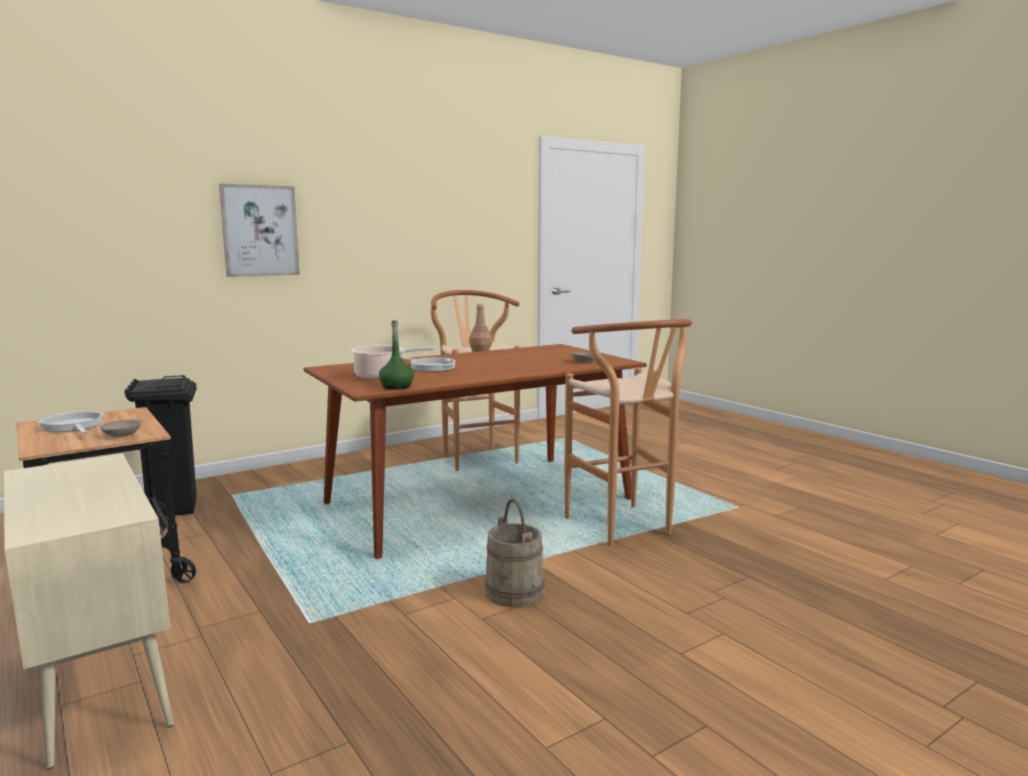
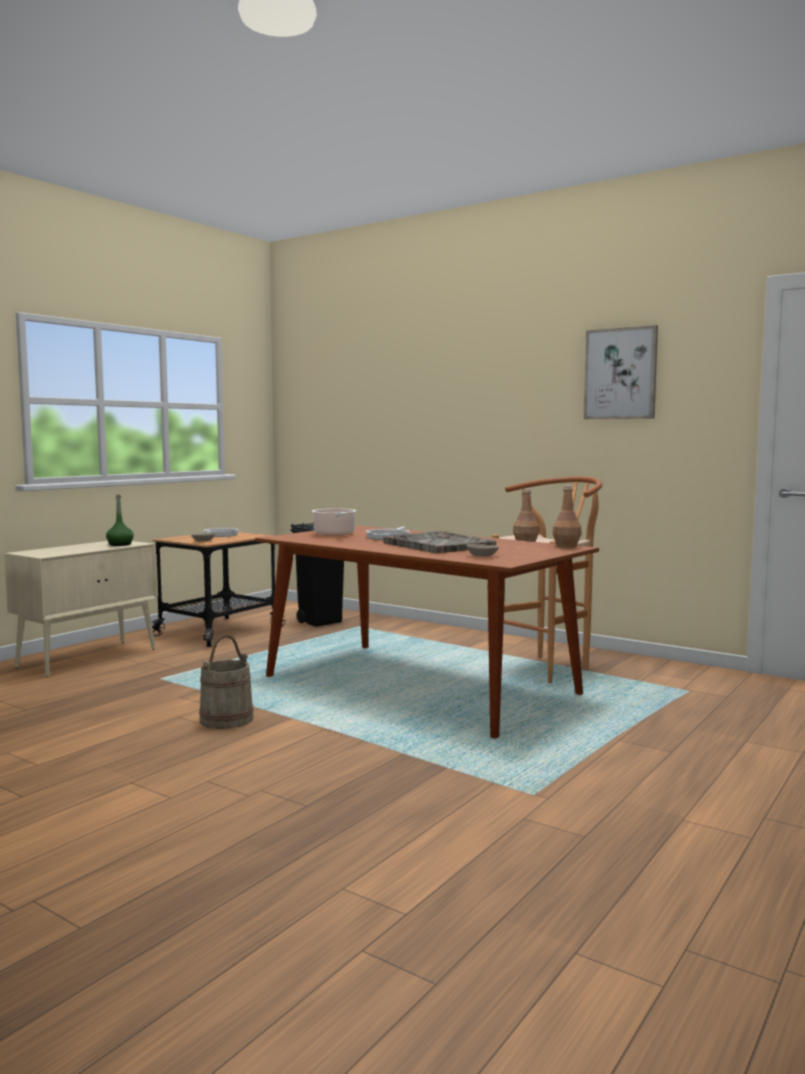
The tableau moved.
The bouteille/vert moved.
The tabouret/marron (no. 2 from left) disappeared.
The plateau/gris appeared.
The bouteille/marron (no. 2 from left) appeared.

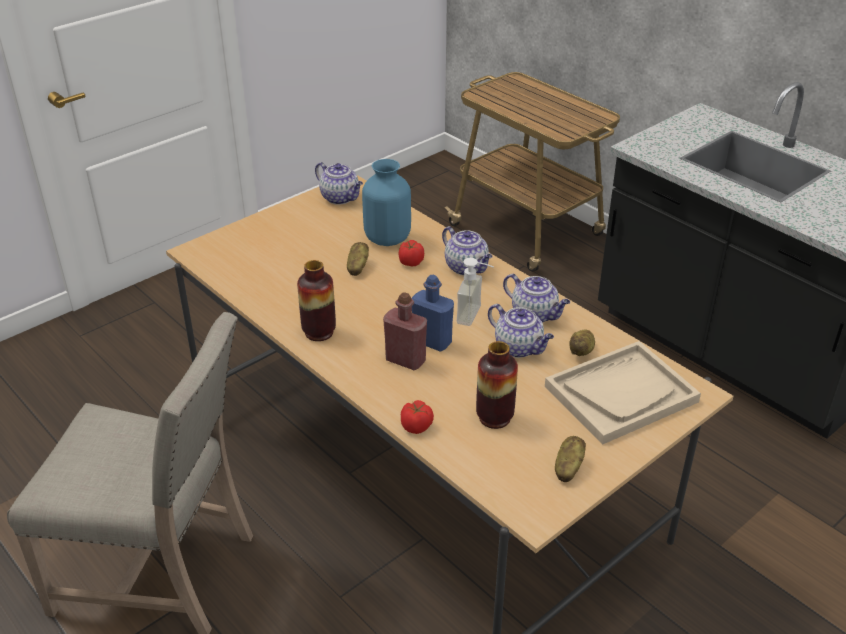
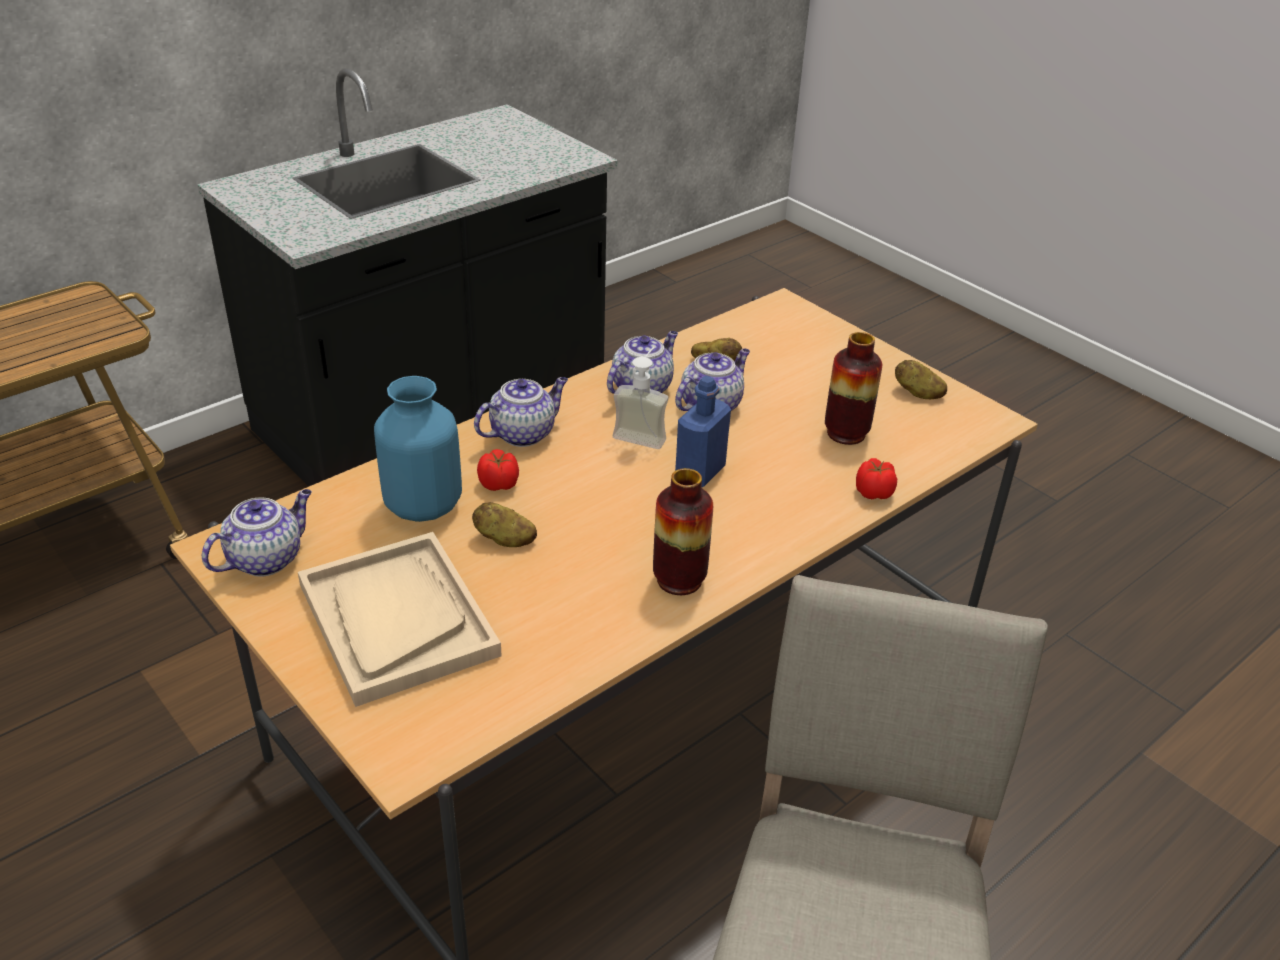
The bouteille/rouge disappeared.
The plateau/beige moved.

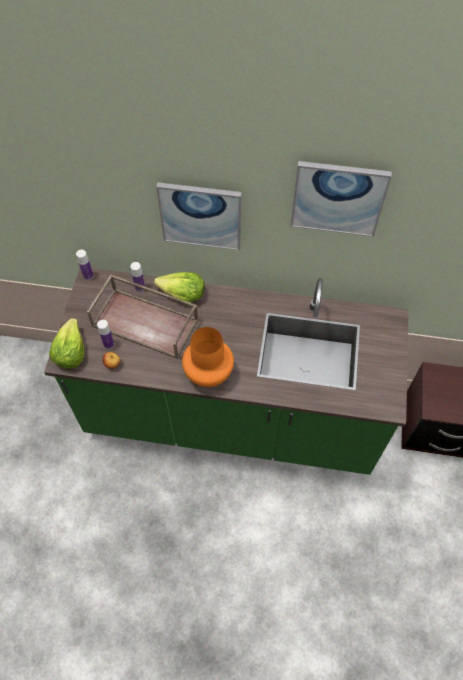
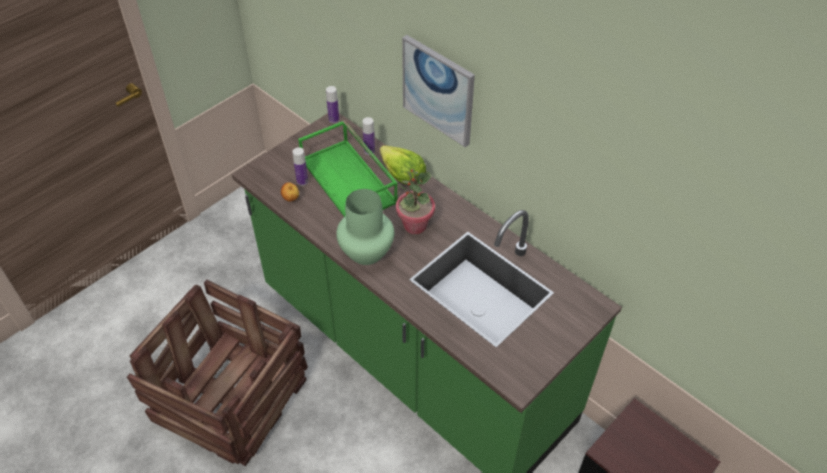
The laitue (no. 1 from left) disappeared.
The plateau/marron became the plateau/vert.
The vase/orange became the vase/vert.
The tableau (no. 2 from left) disappeared.
The caisse appeared.
The plante en pot appeared.

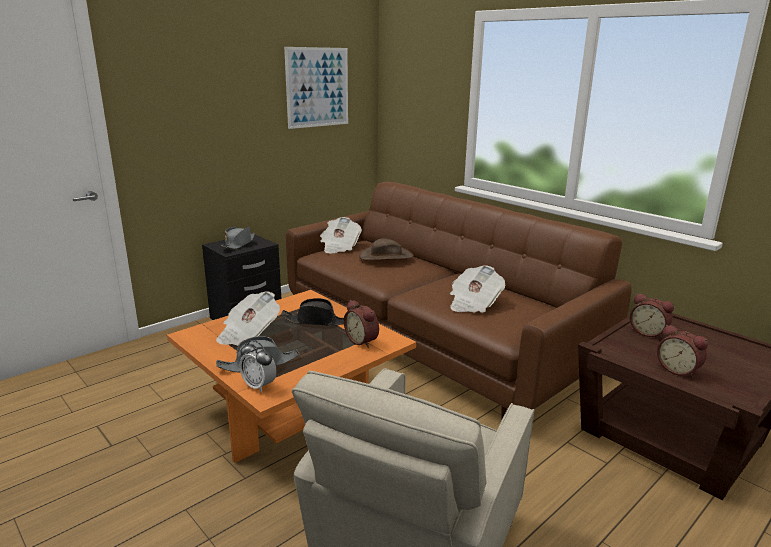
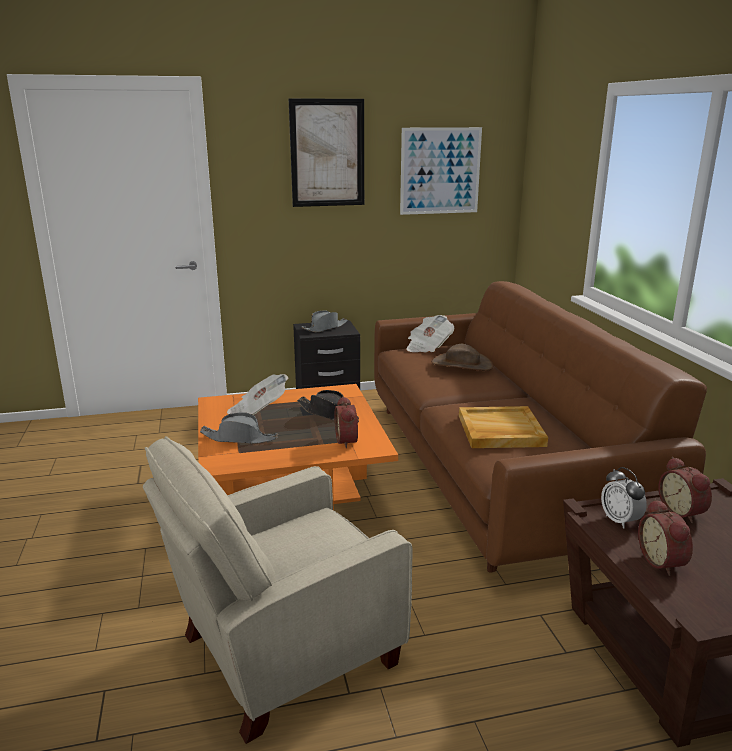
The réveil (no. 1 from left in the first image) moved.
The journal (no. 3 from left) was replaced by the plateau/beige.
The tableau (no. 1 from left) appeared.

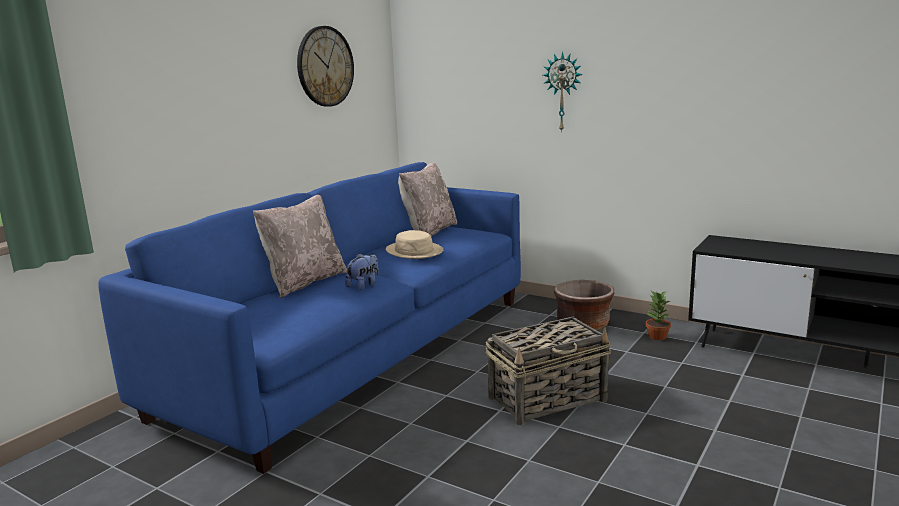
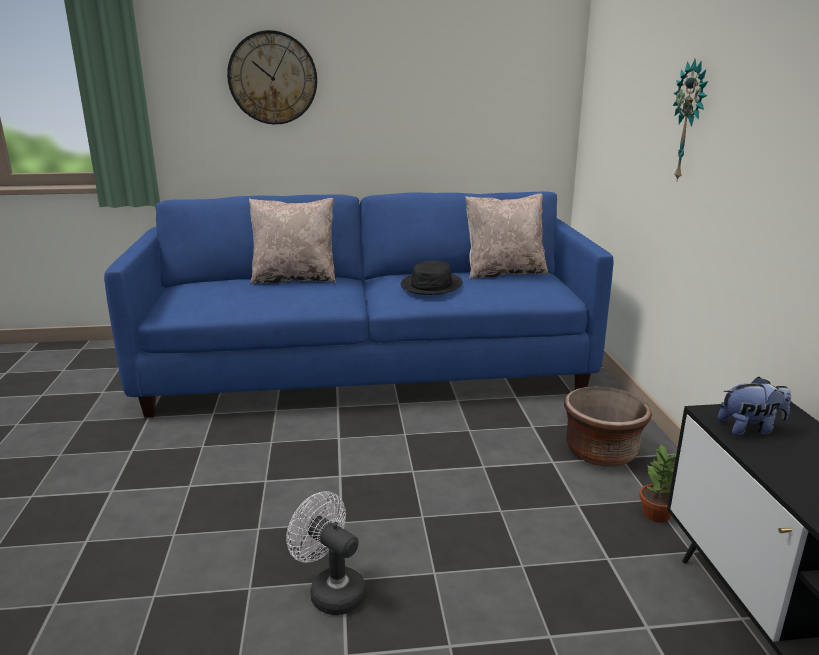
The horloge murale (no. 1 from left) moved.
The peluche moved.
The chapeau/beige became the chapeau/noir.
The panier disappeared.
The ventilateur/blanc appeared.

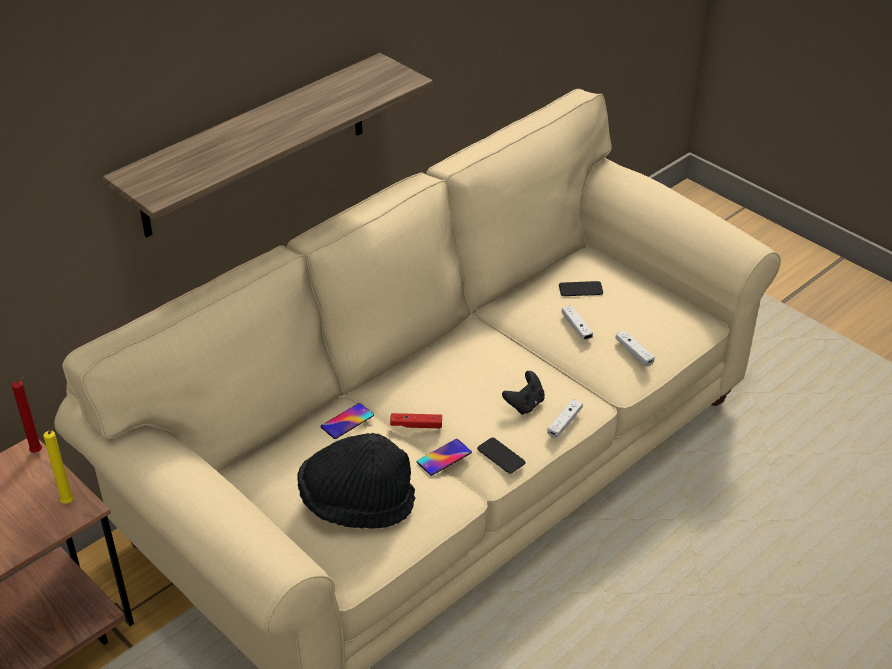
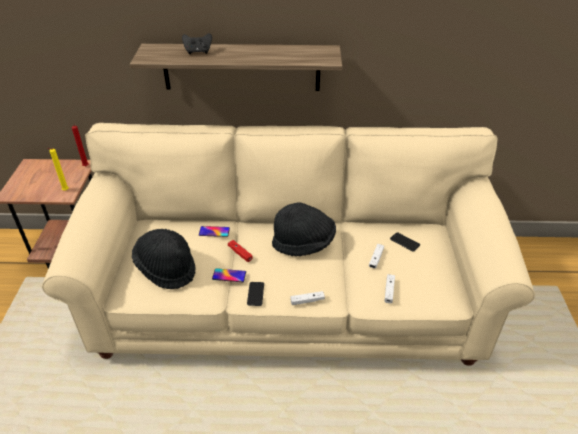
The manette/noir moved.
The chapeau/noir (no. 2 from left) appeared.

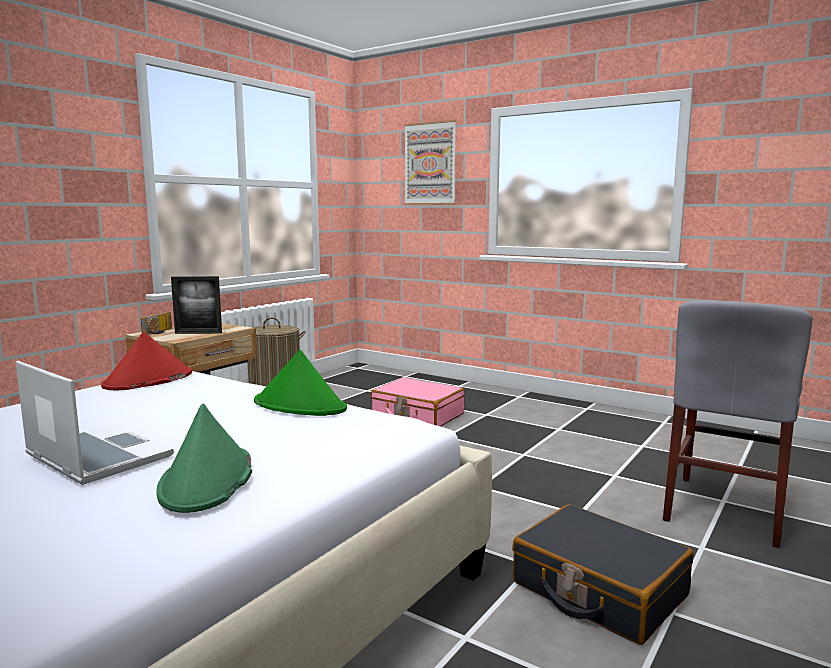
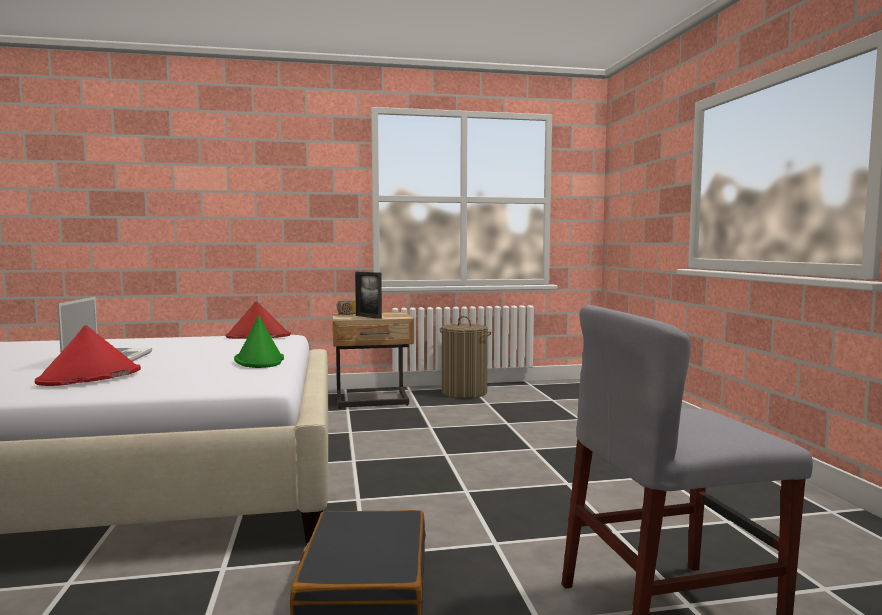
The chapeau/vert (no. 1 from left) became the chapeau/rouge (no. 1 from left).
The valise/rose disappeared.
The tableau disappeared.

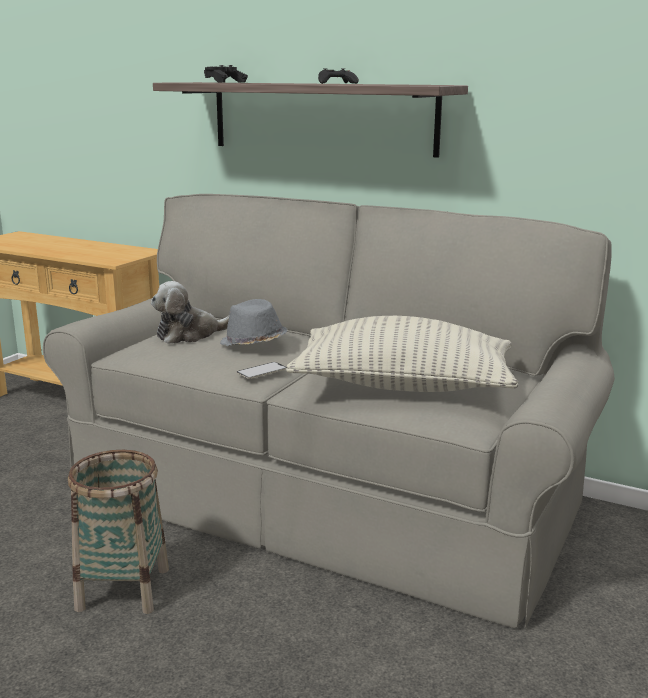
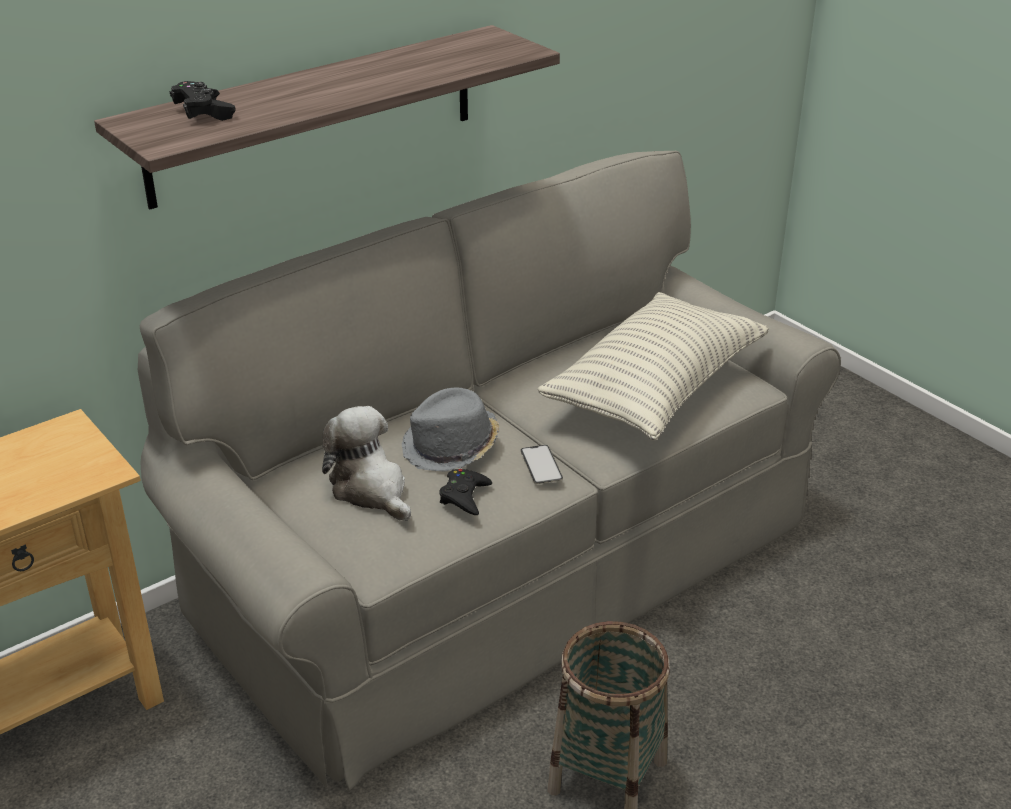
The peluche turned 150 degrees clockwise.
The manette/noir (no. 2 from left) moved.

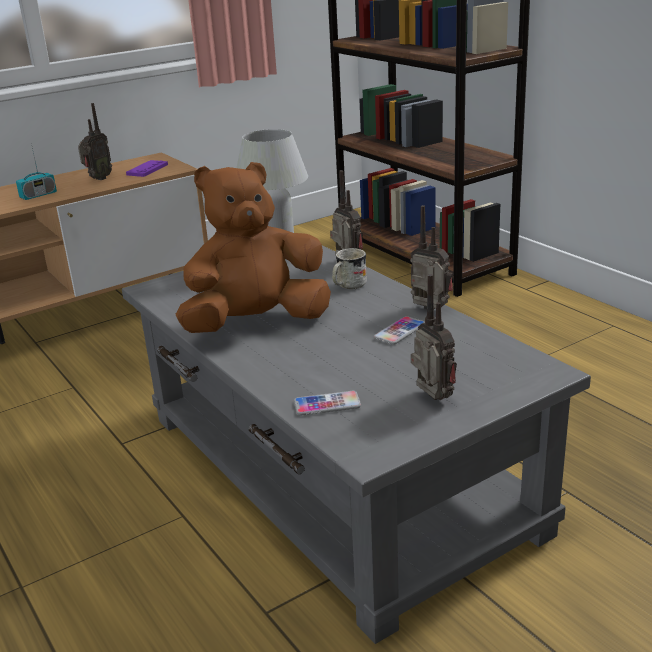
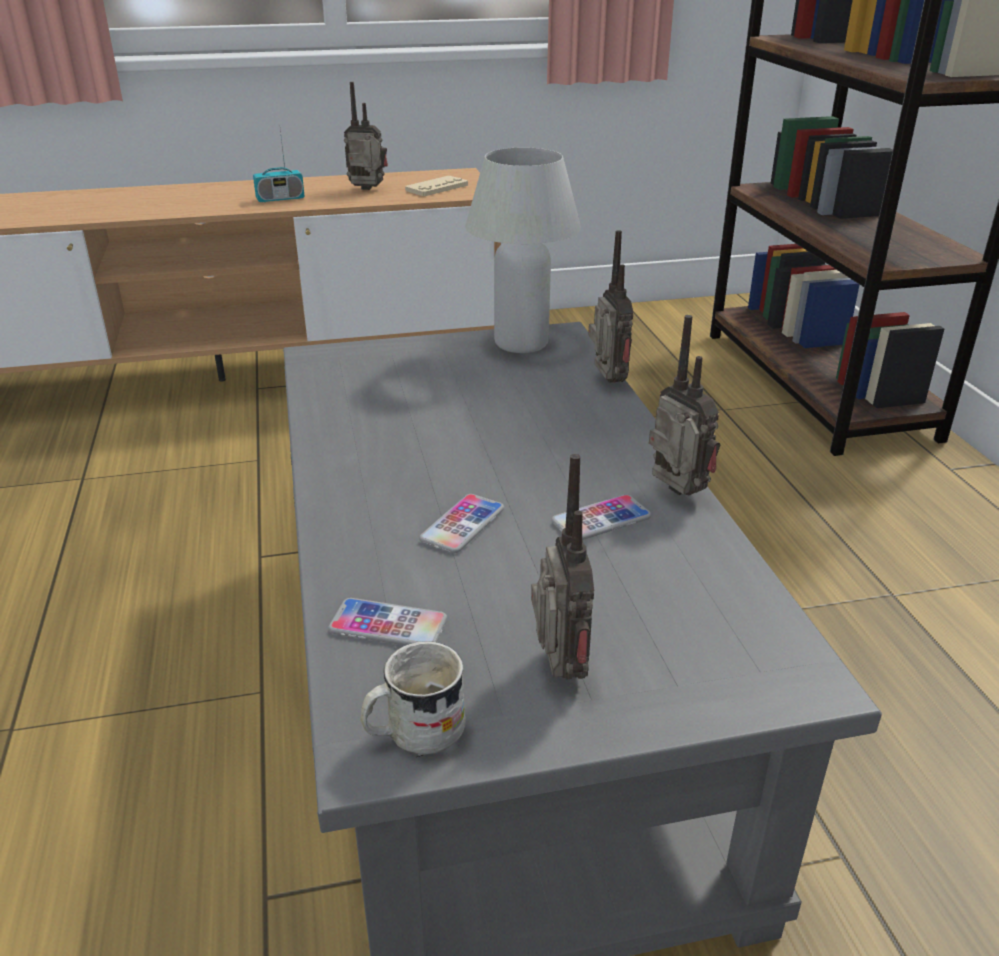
The radio (no. 2 from left) turned 135 degrees counterclockwise.
The manette/violet became the manette/beige.
The peluche/marron disappeared.
The mug/blanc moved.
The téléphone (no. 2 from left) appeared.

